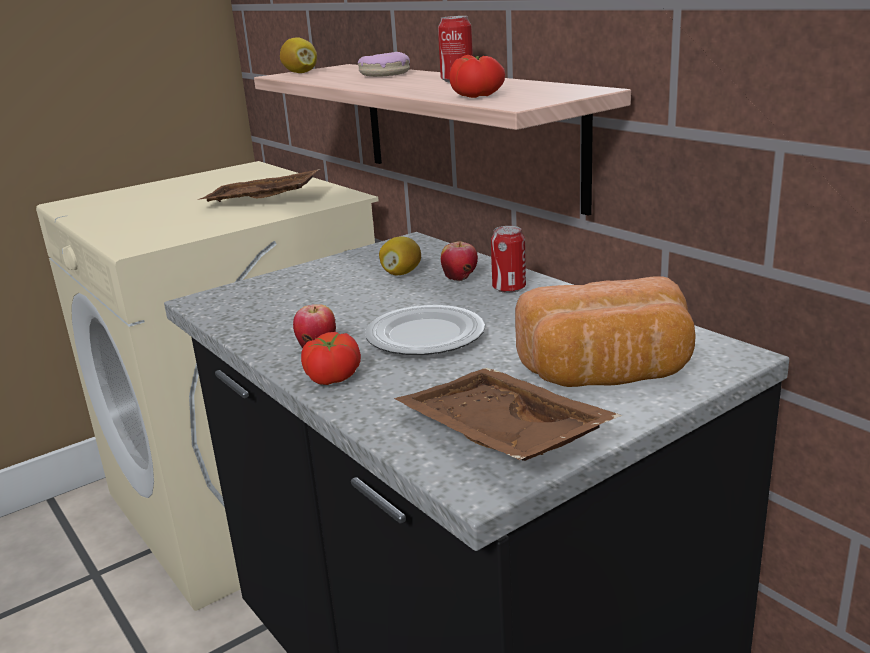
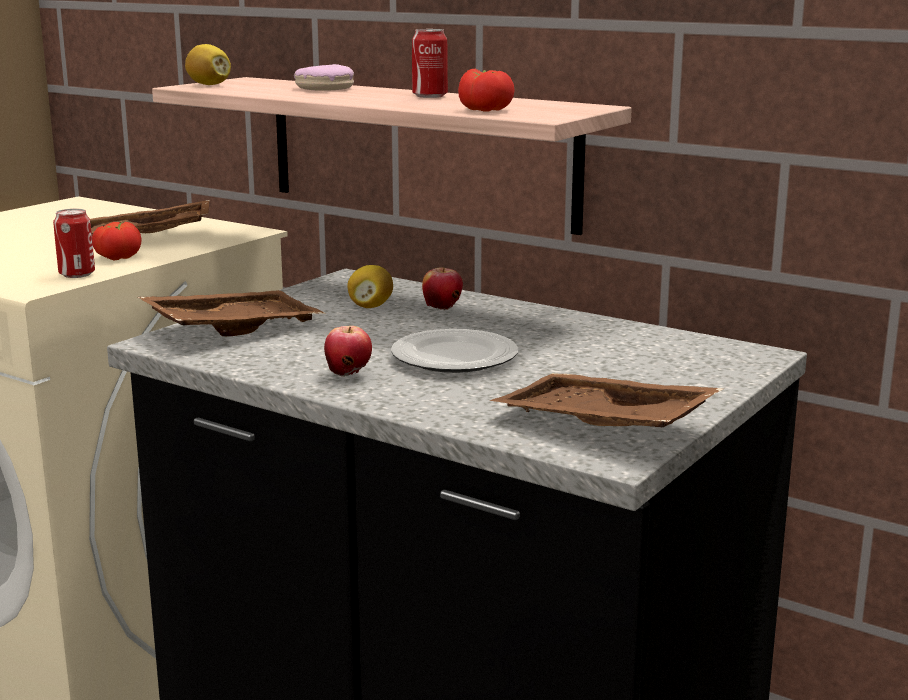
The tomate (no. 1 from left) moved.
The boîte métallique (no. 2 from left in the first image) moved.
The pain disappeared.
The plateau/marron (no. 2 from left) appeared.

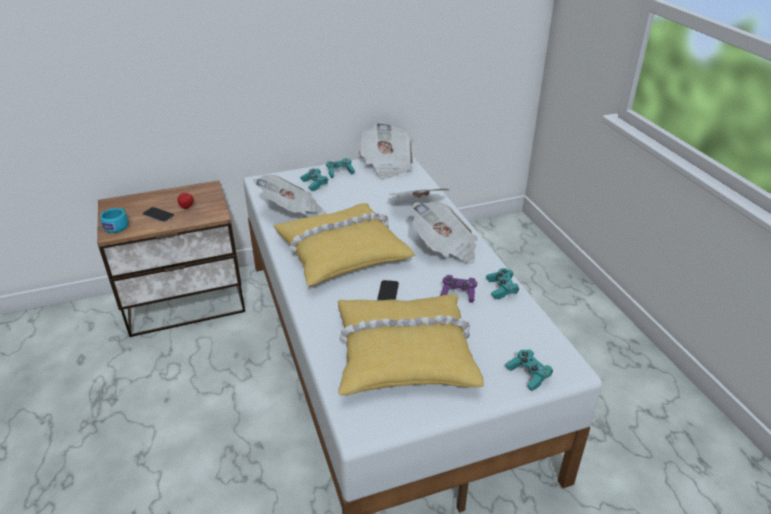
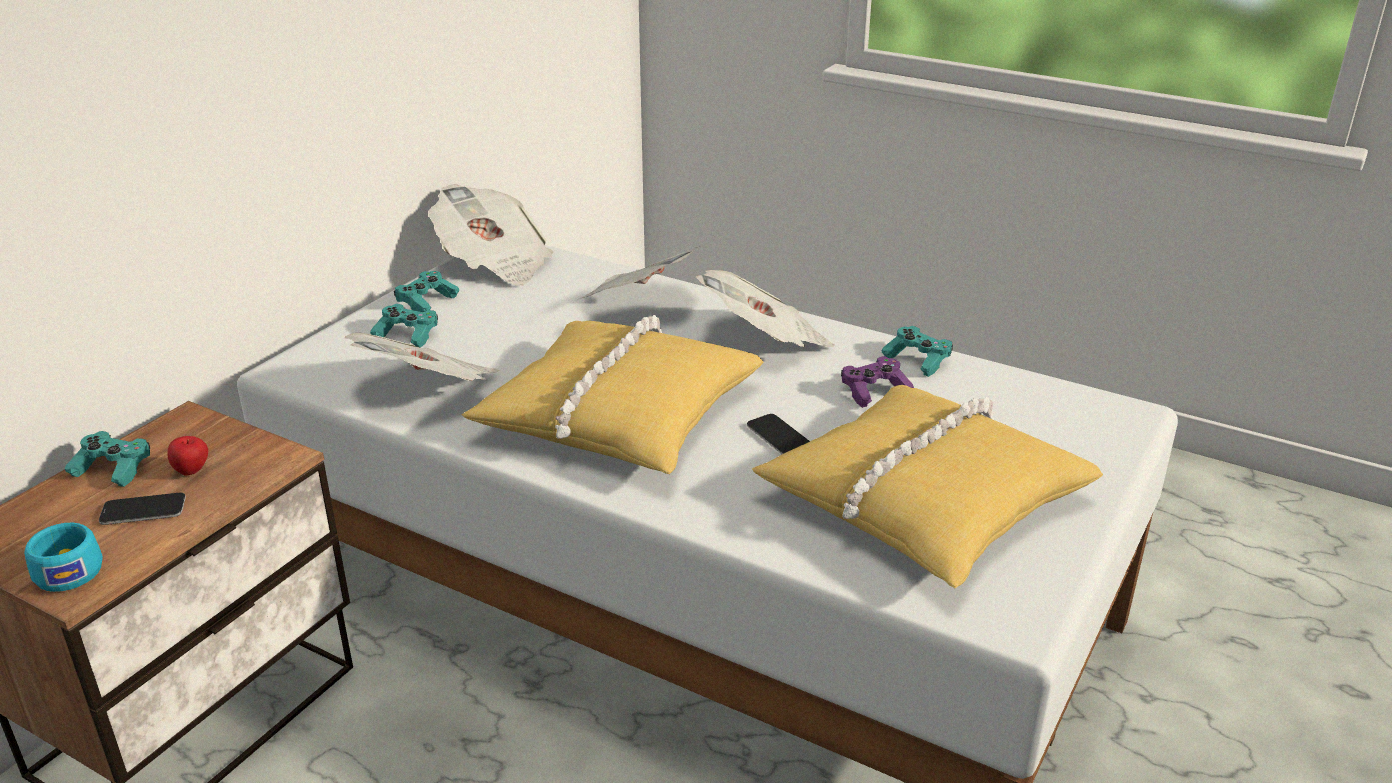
The manette/turquoise (no. 4 from left in the first image) moved.

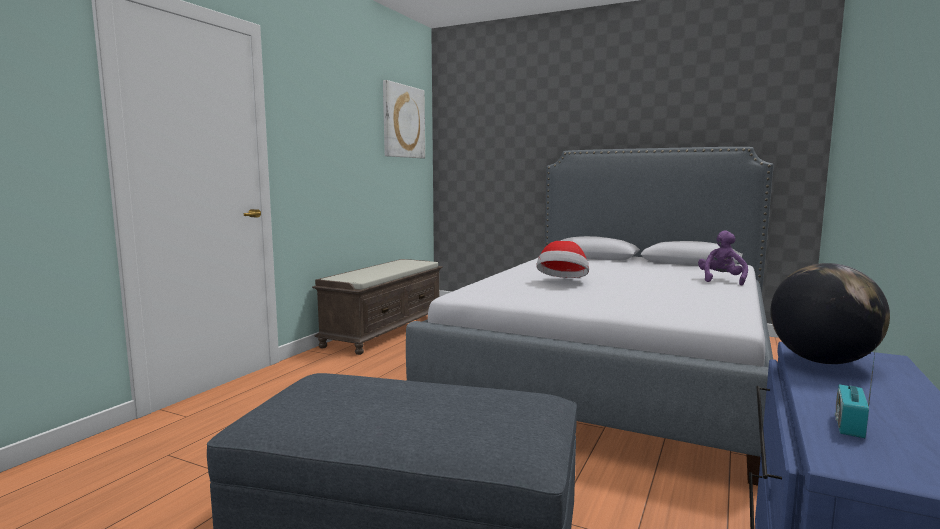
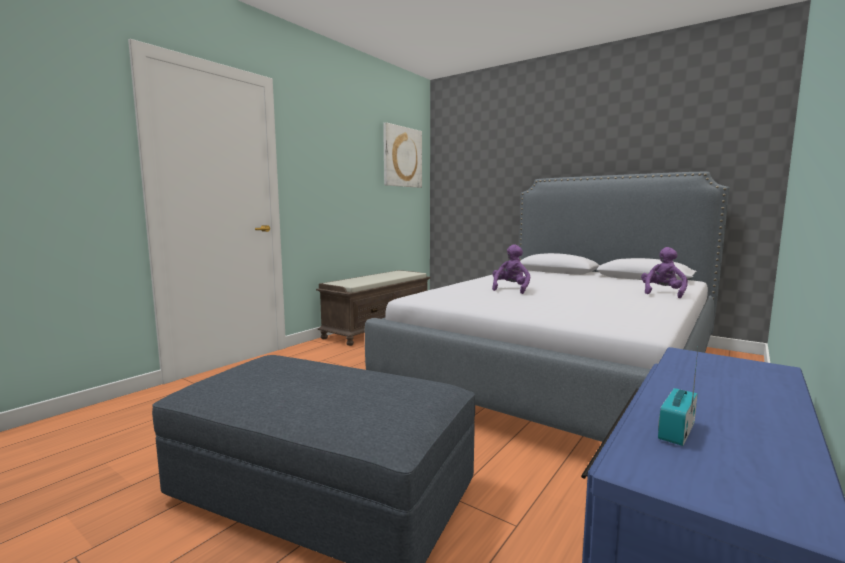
The chapeau was replaced by the peluche/violet (no. 1 from left).
The globe disappeared.

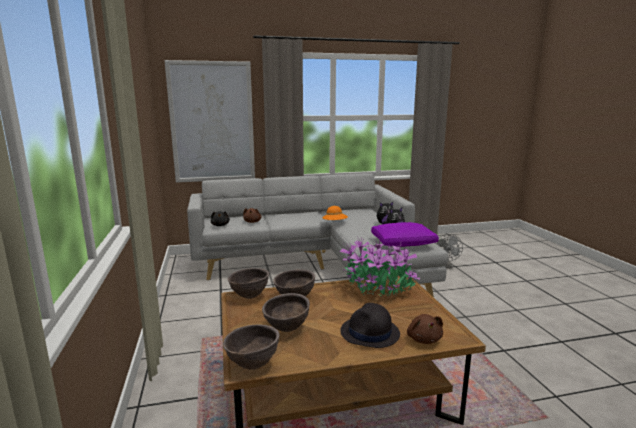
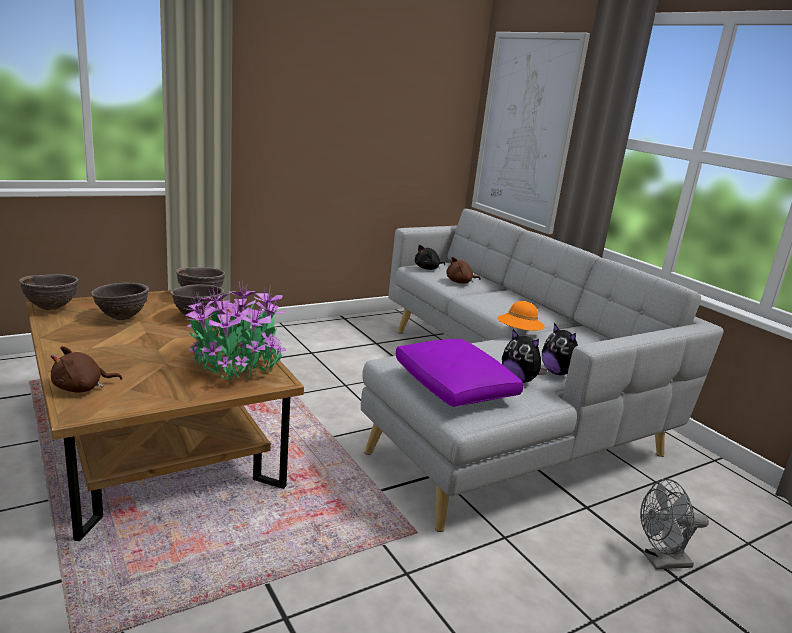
The chapeau/noir disappeared.

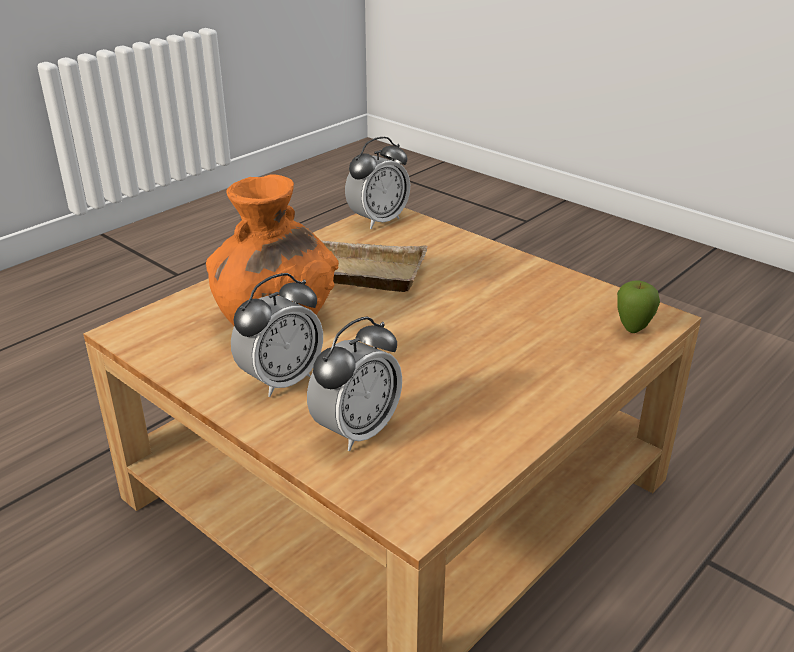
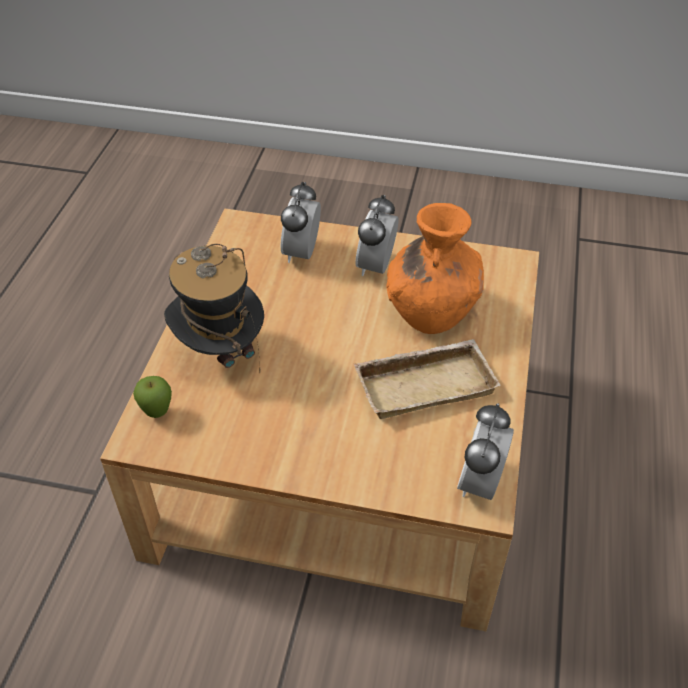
The chapeau appeared.

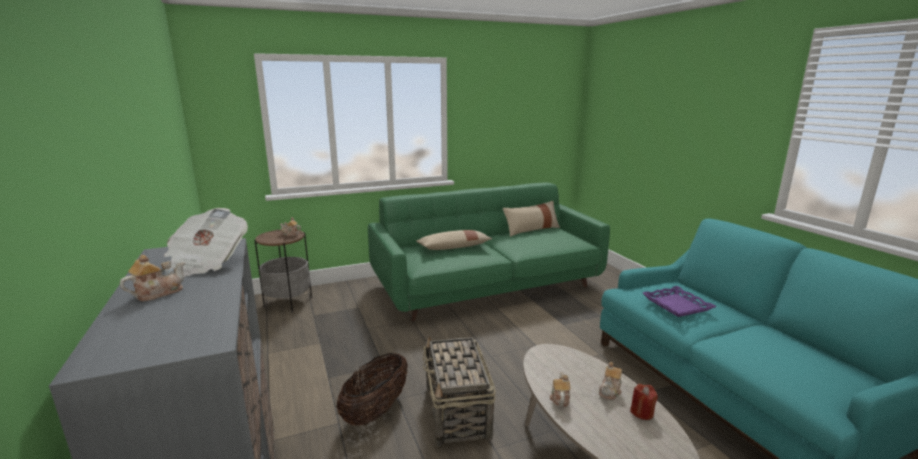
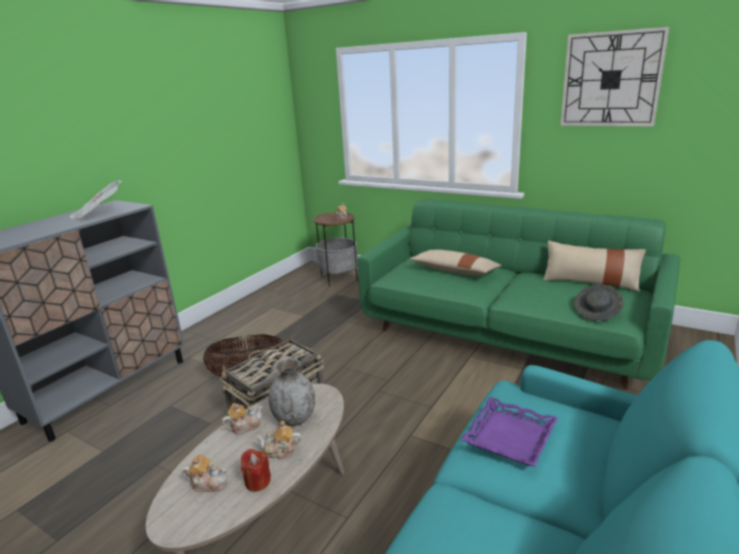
The théière (no. 1 from left) moved.
The vase/gris appeared.
The horloge murale appeared.
The chapeau/gris appeared.

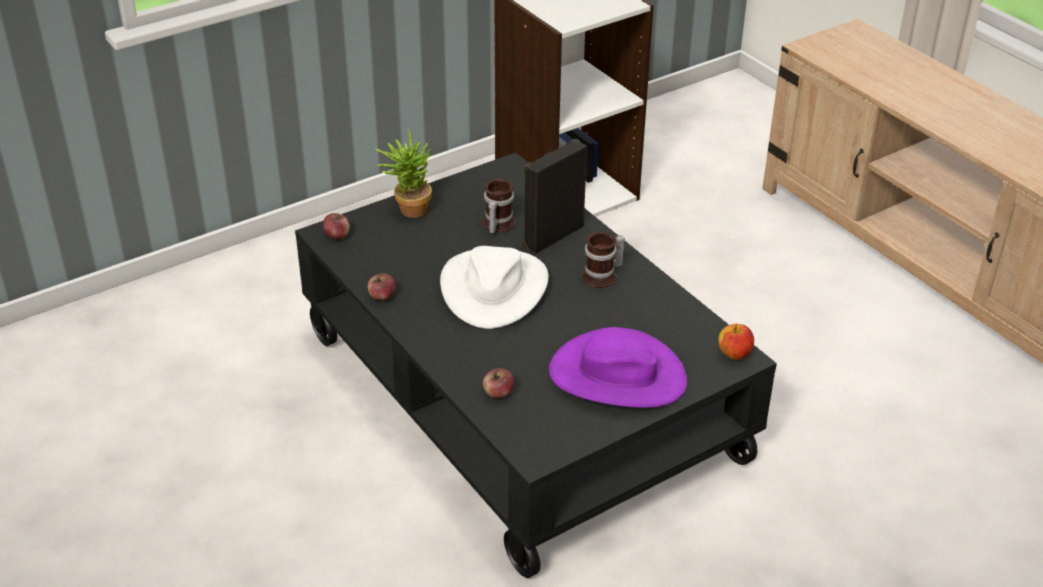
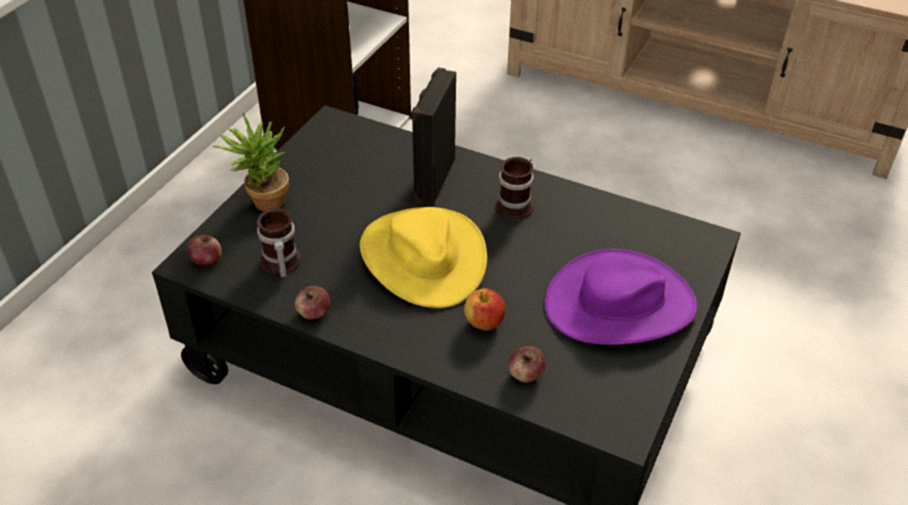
The chapeau/blanc became the chapeau/jaune.
The mug (no. 1 from left) moved.
The pomme (no. 4 from left in the first image) moved.

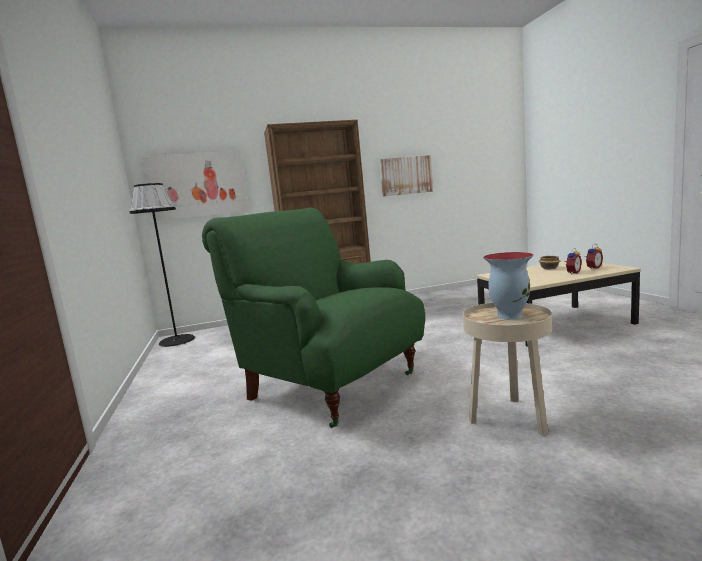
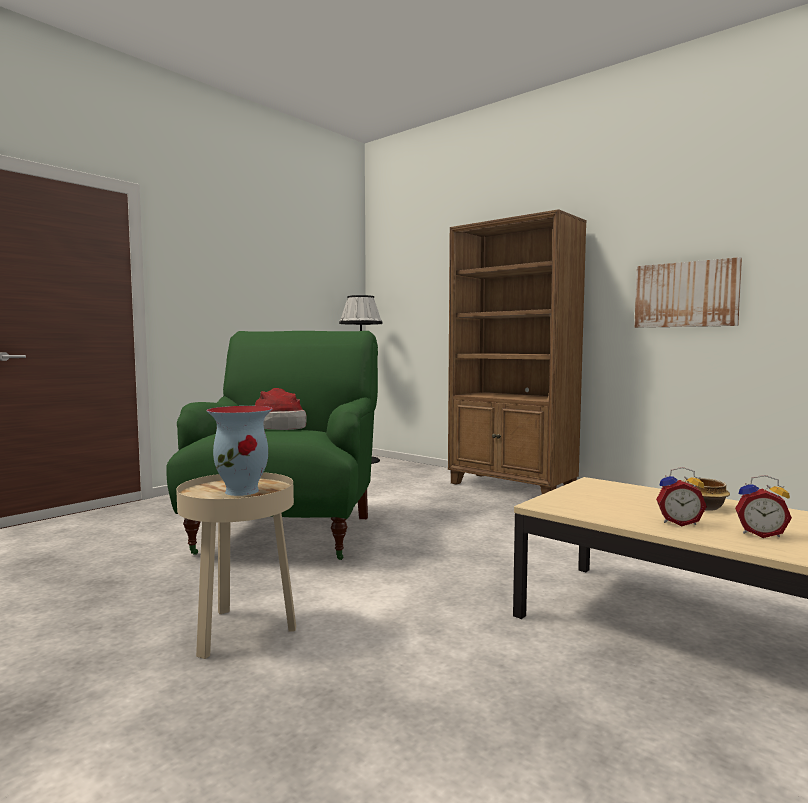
The tableau (no. 1 from left) disappeared.
The chapeau appeared.

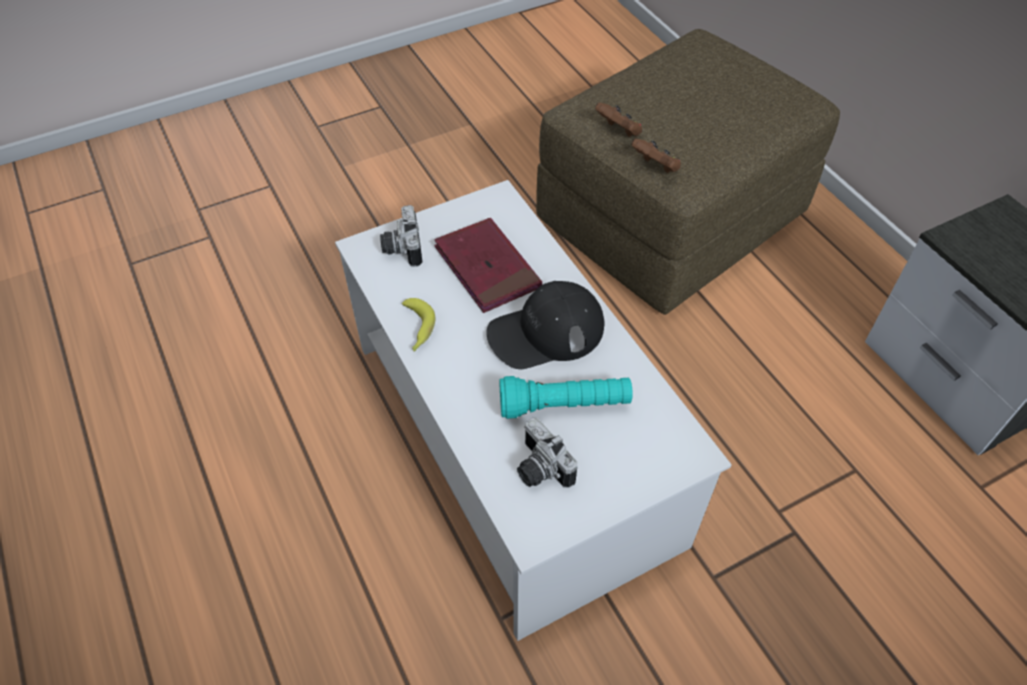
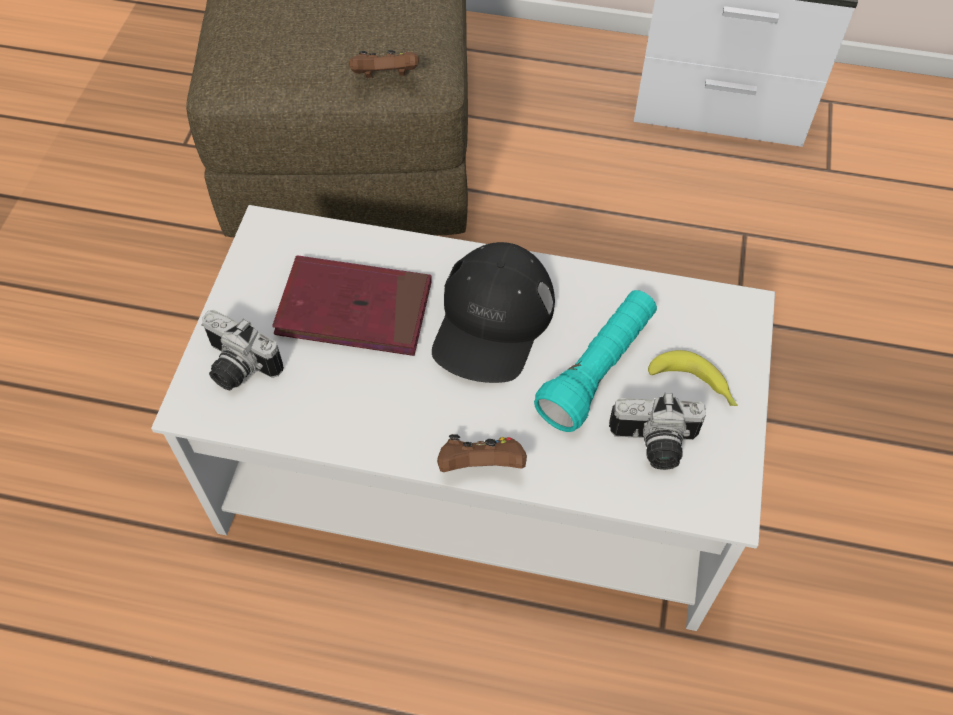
The banane moved.
The manette/marron (no. 1 from left in the first image) moved.

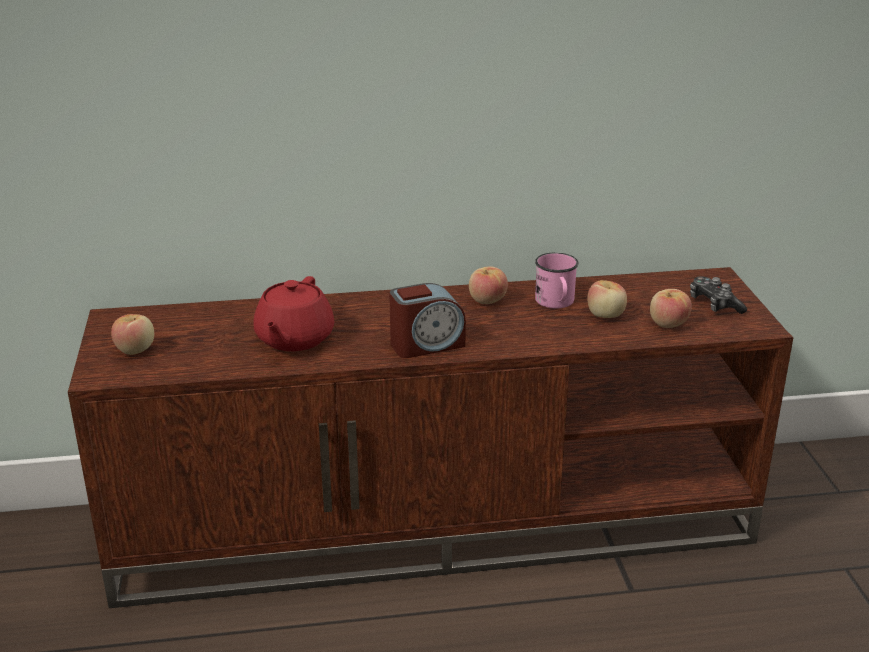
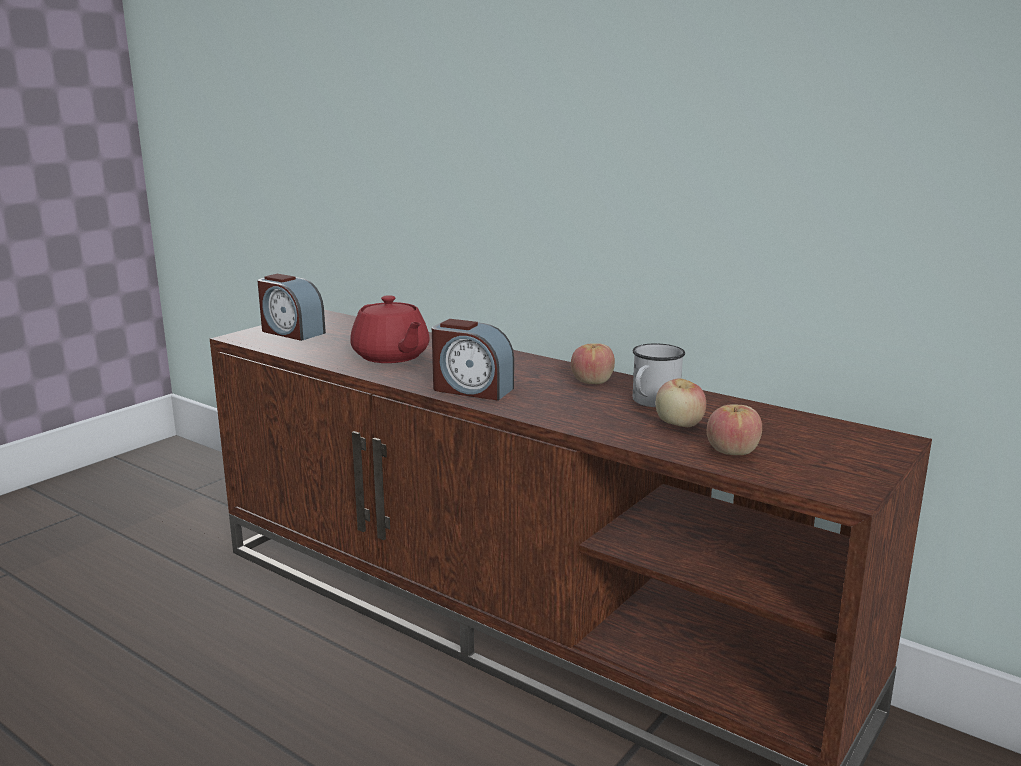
The pomme (no. 1 from left) was replaced by the réveil (no. 1 from left).
The théière/rouge turned 90 degrees counterclockwise.
The mug/rose became the mug/blanc.
The manette disappeared.

